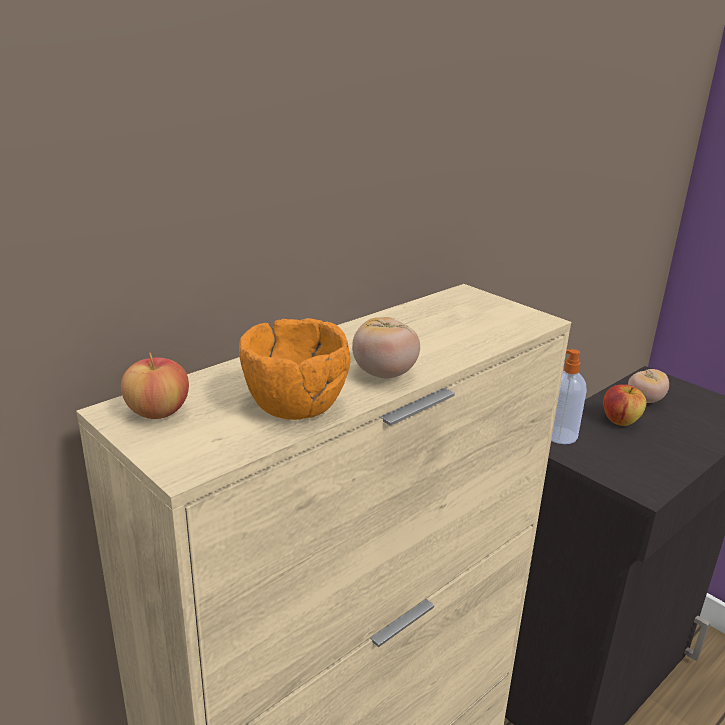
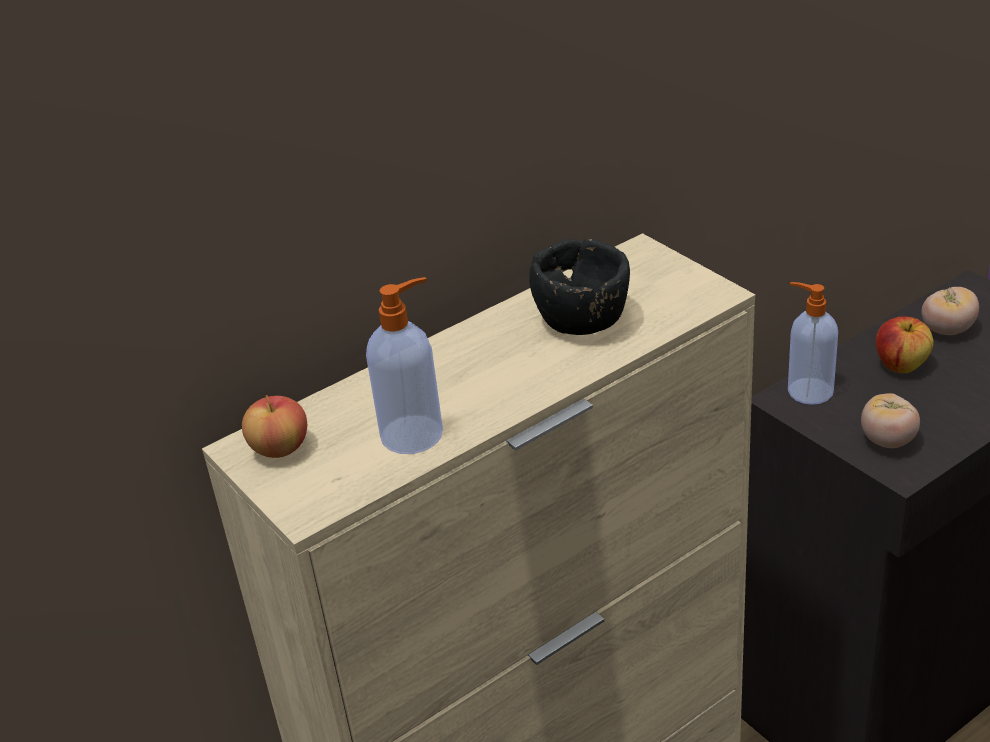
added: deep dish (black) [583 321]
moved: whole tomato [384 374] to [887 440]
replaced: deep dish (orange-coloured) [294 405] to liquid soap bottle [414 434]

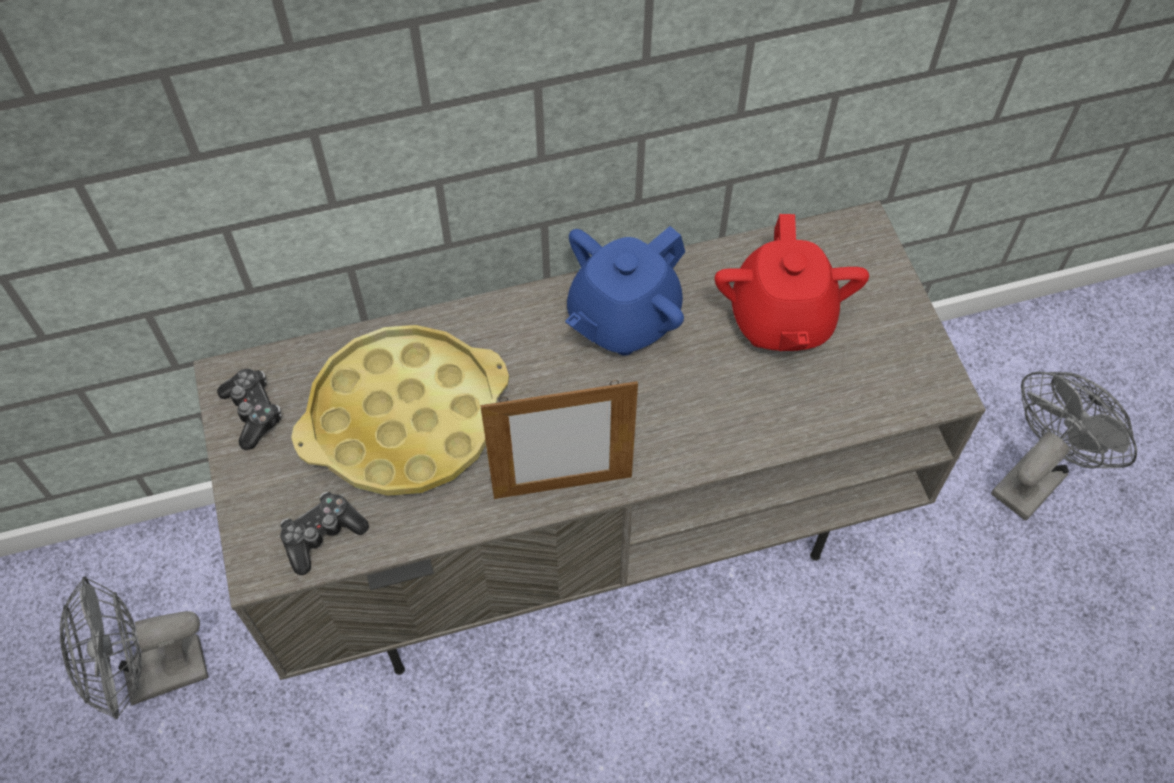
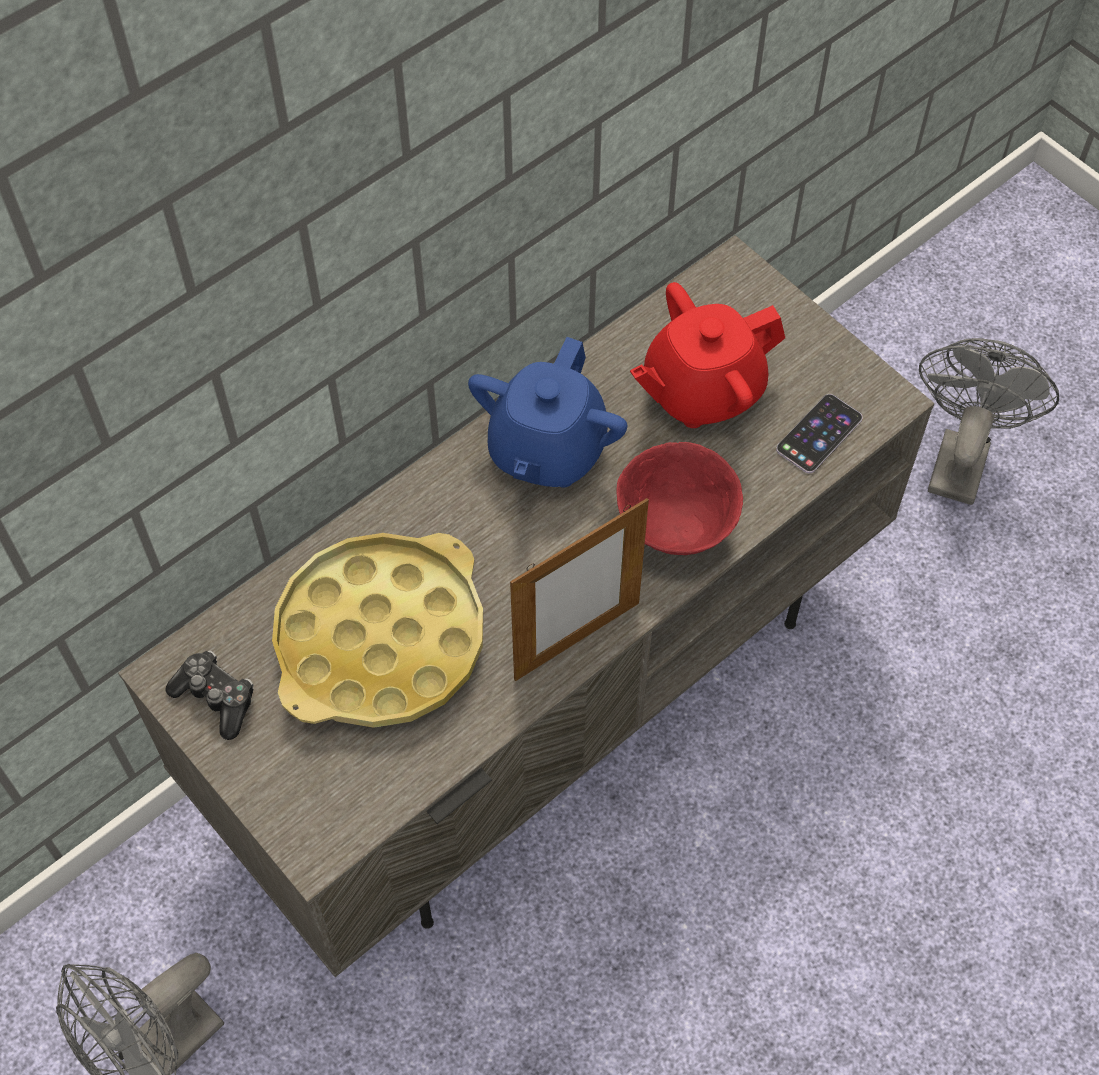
removed: gamepad [322 535]
added: handset [819 434]; deep dish (reddish) [675 529]
turned: tea pot (reddish) [781 319] = [702 390] 90 degrees clockwise

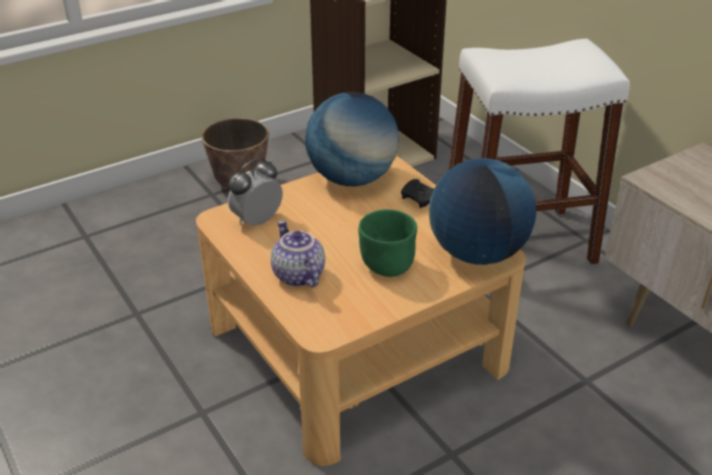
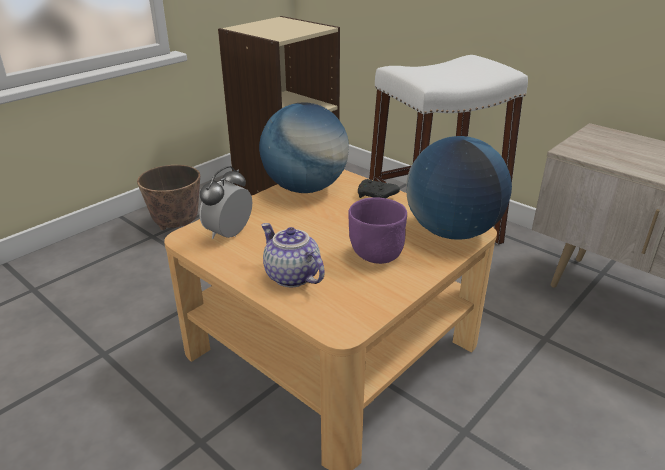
recoloured: deep dish (green-coloured) [386 267] to deep dish (purple-coloured) [375 256]

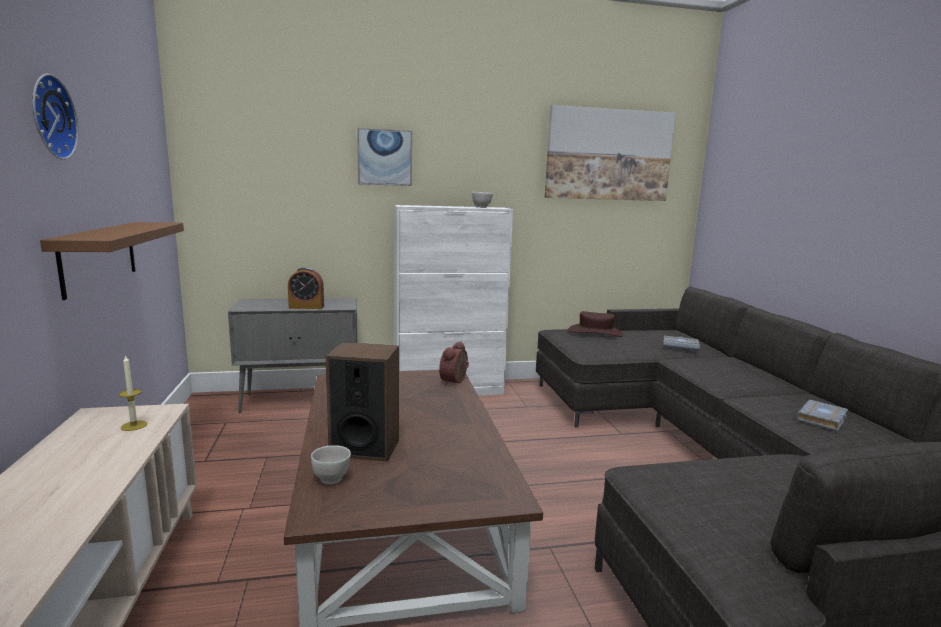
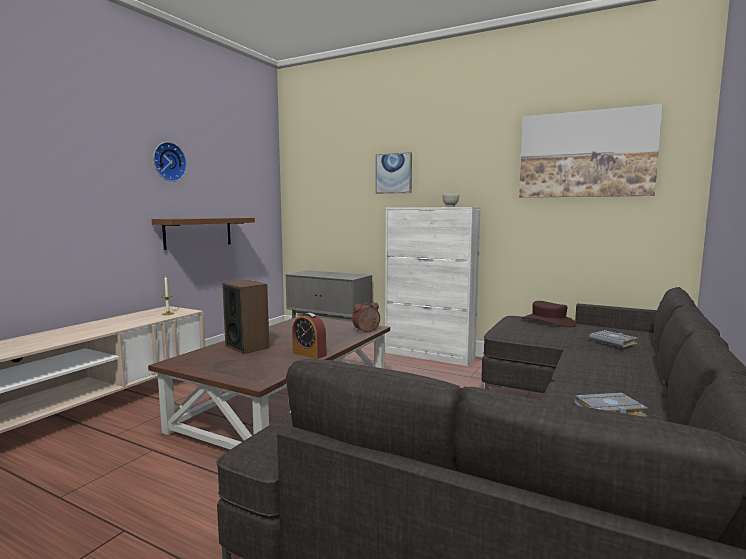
removed: deep dish (white) [331 479]
moved: table clock [306 307] to [309 354]

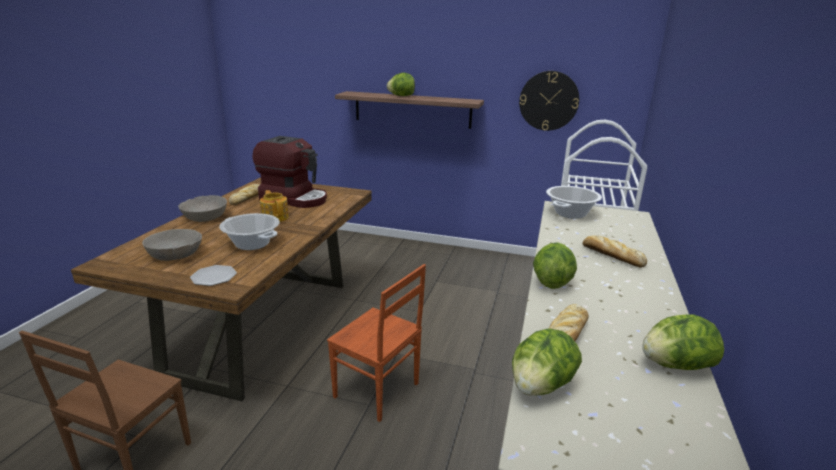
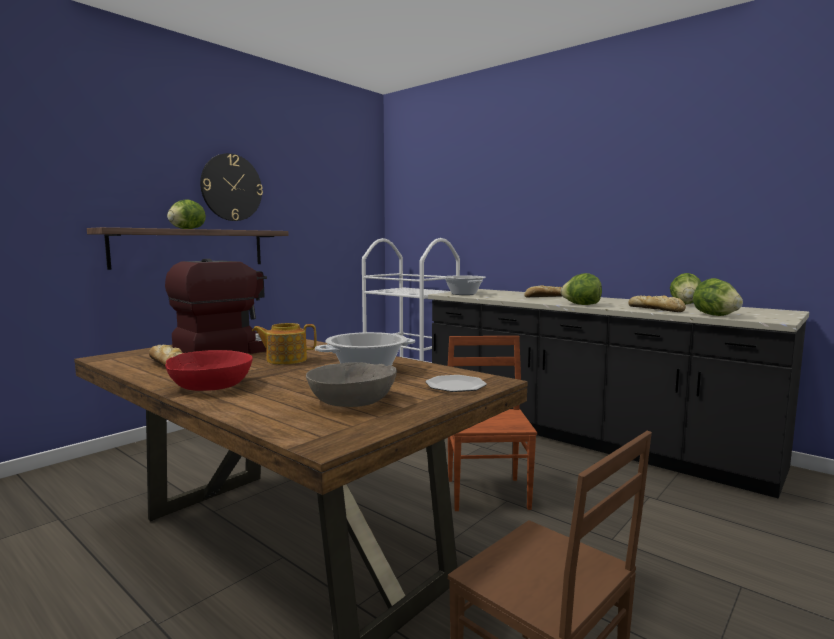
moved: wall clock [548 101] to [231 187]
recoloured: deep dish (gray) [205 217] to deep dish (reddish) [211 385]
turned: plain chair (brownish) [377 391] = [488 493] 60 degrees counterclockwise

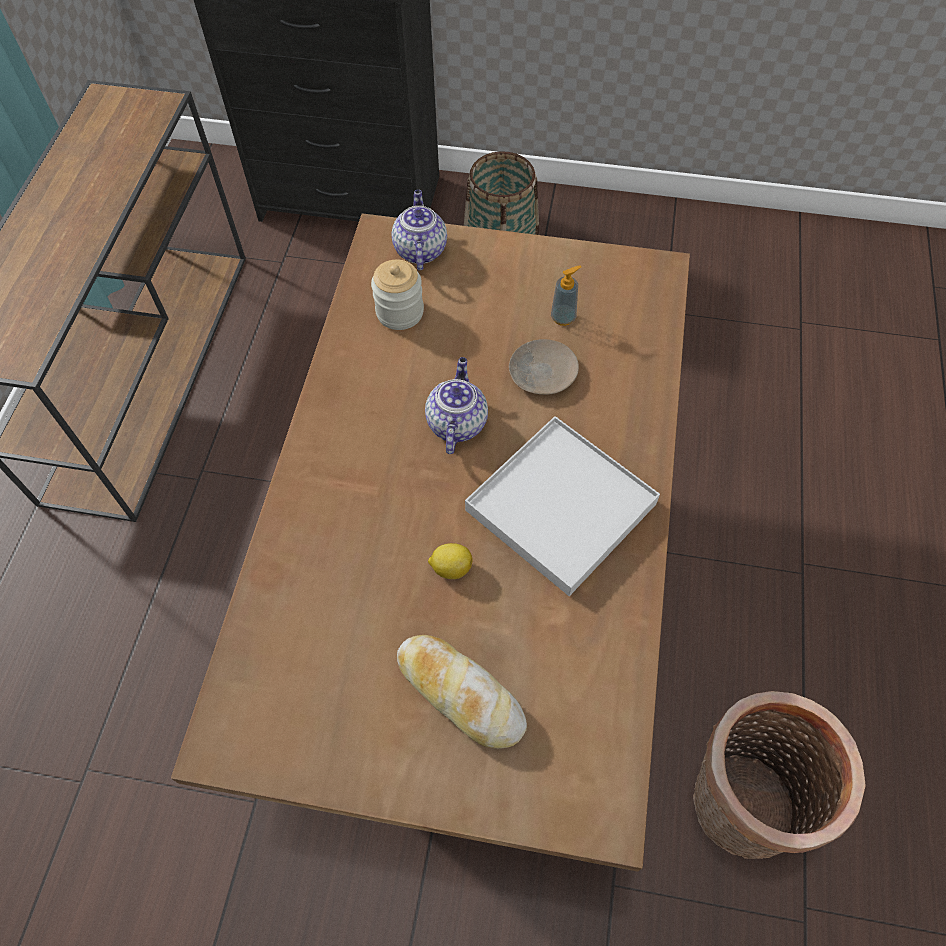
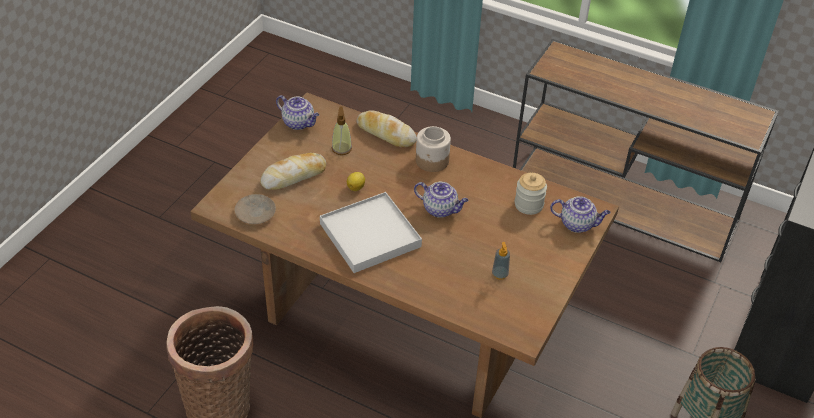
added: tea pot [299 123]; liquid soap bottle [341 148]; bread [386 133]; storage jar [432 161]
moved: plate (beige) [542 373] to [255 213]

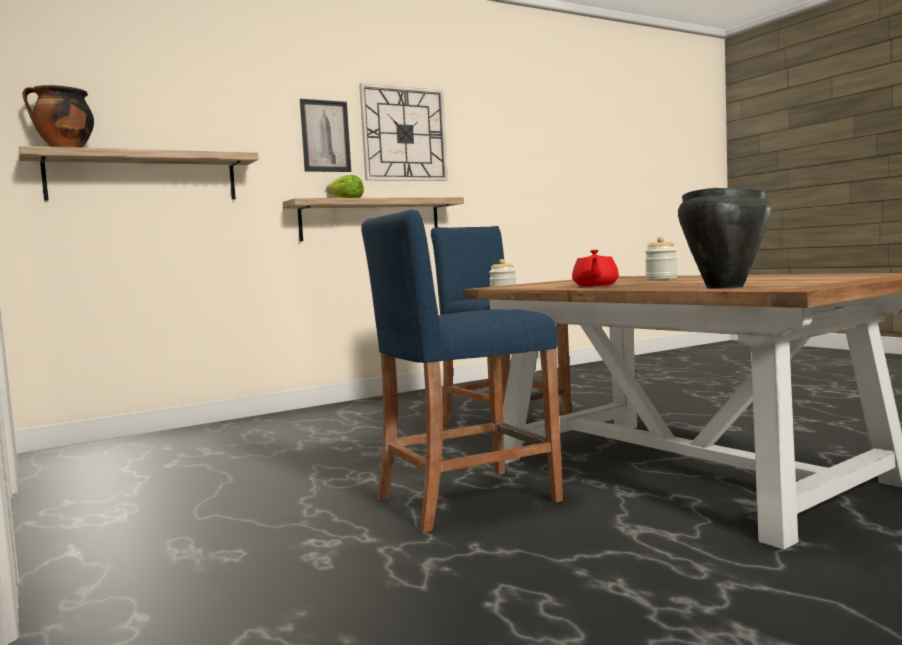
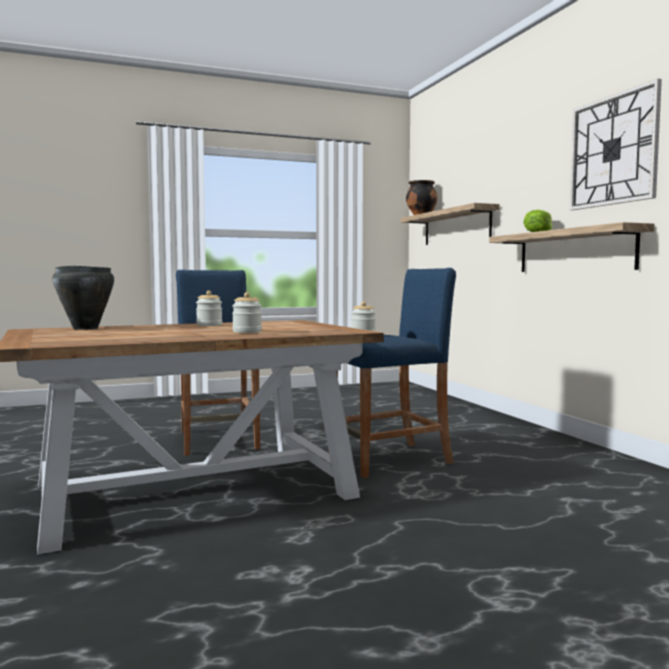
removed: picture [325 136]
replaced: tea pot (reddish) [595 286] to storage jar [209 325]

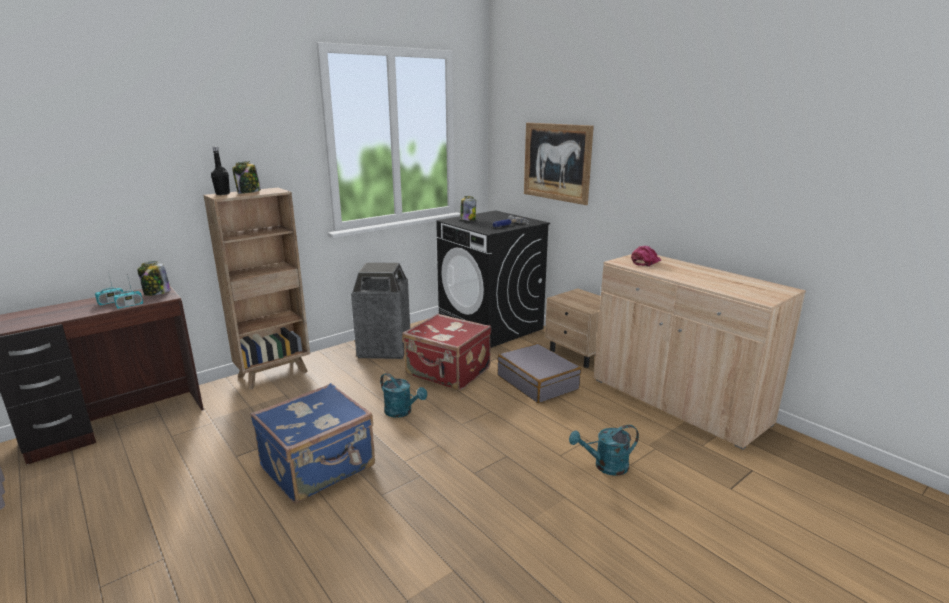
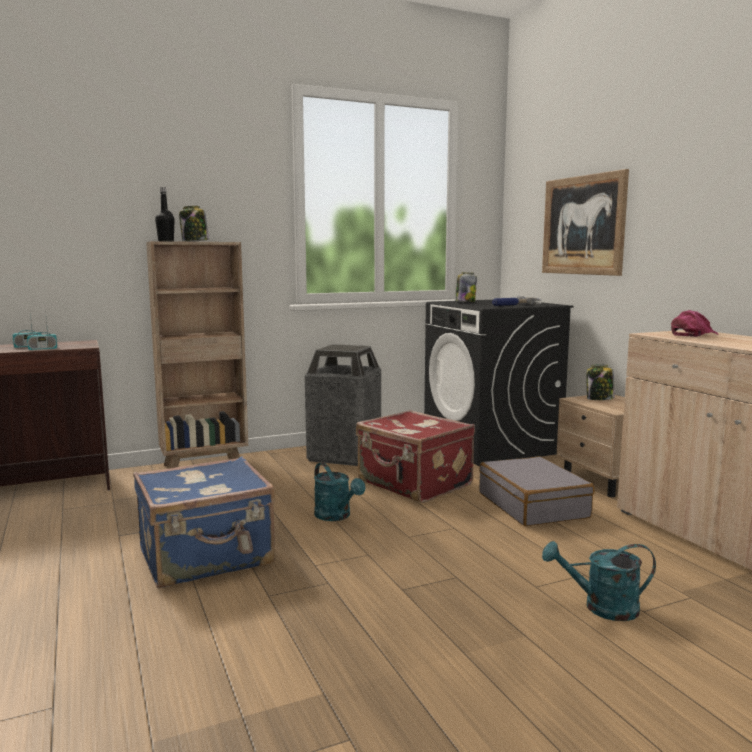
moved: storage jar [157 293] to [599 399]

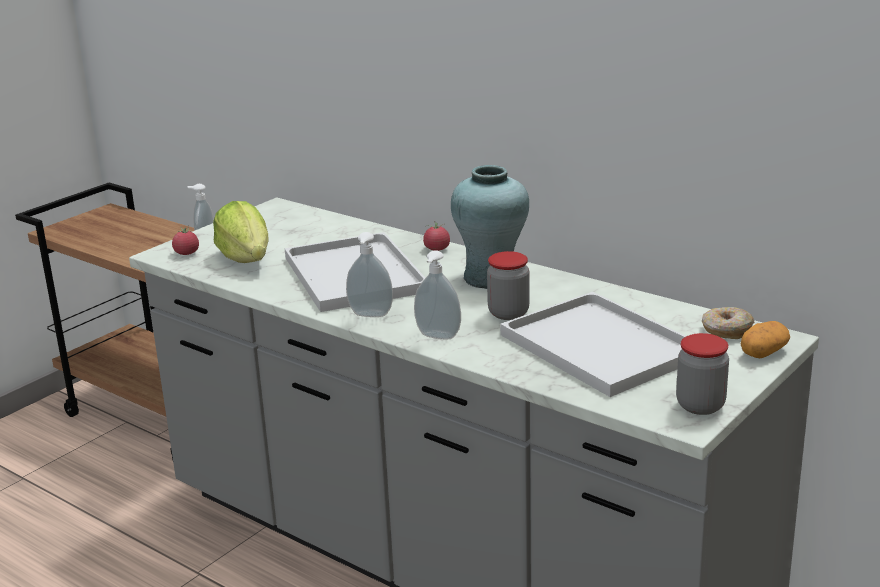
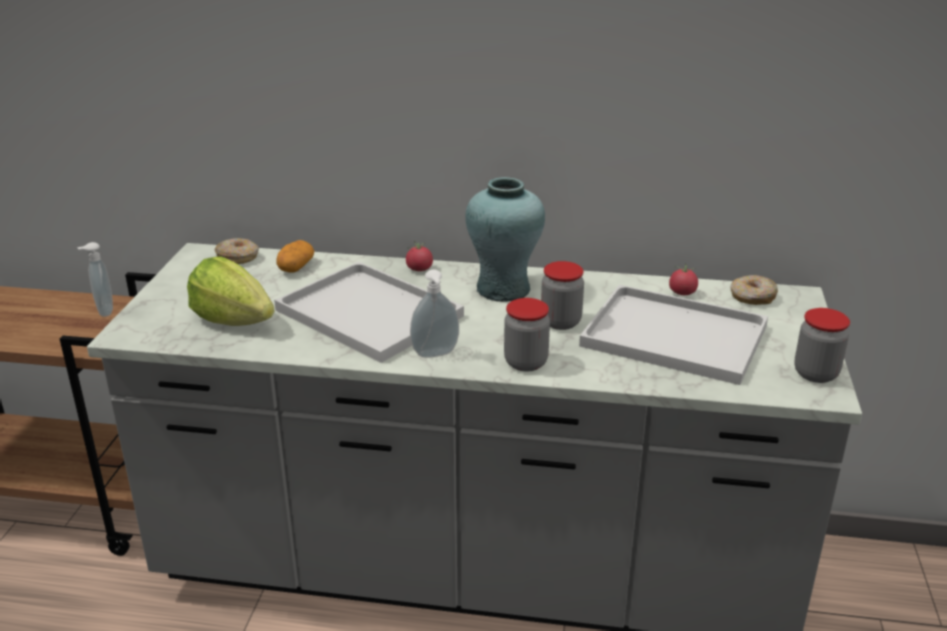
added: doughnut [238 257]
moved: whole tomato [186 253] to [682 293]; spud [763 353] to [295 267]
replaced: liquid soap bottle [437 337] to storage jar [525 362]

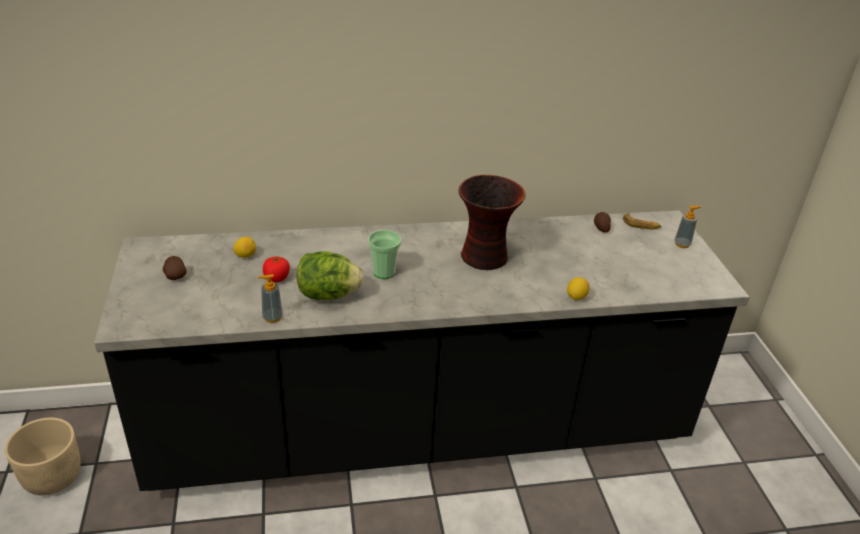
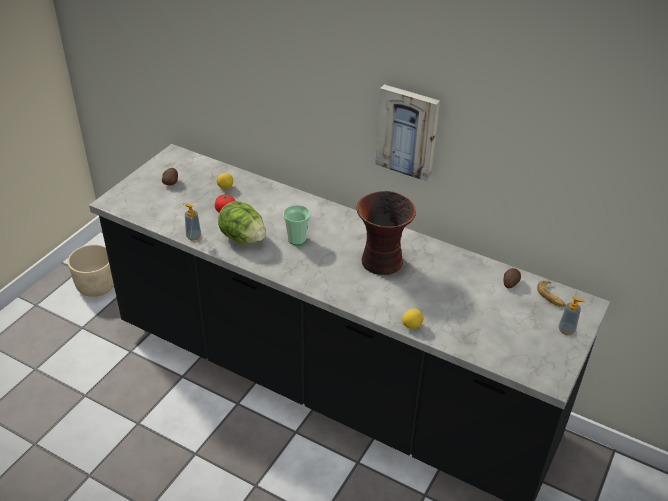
added: picture [408 131]

